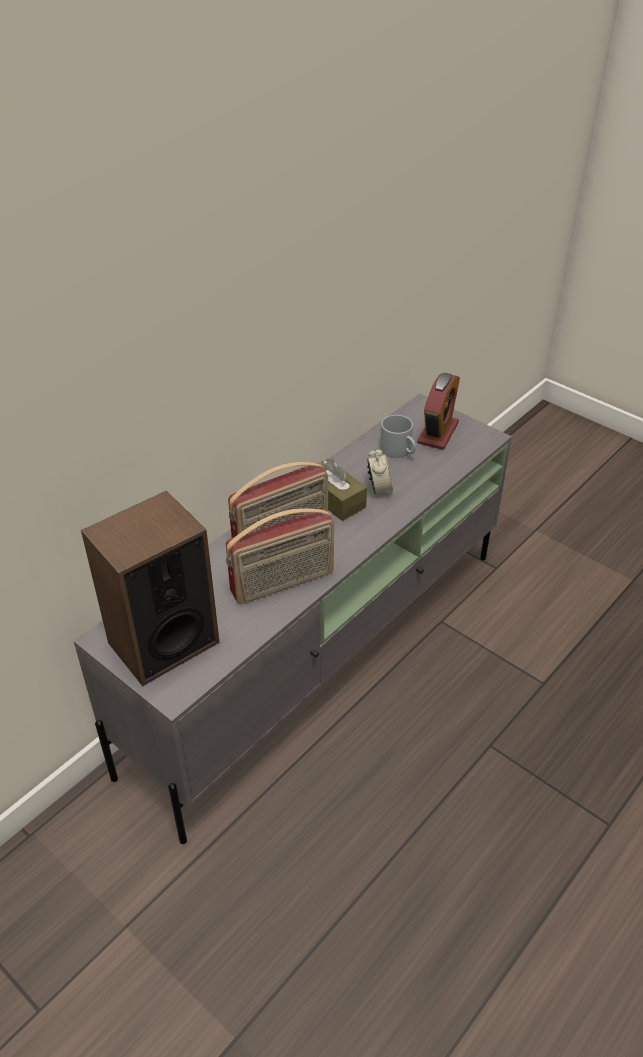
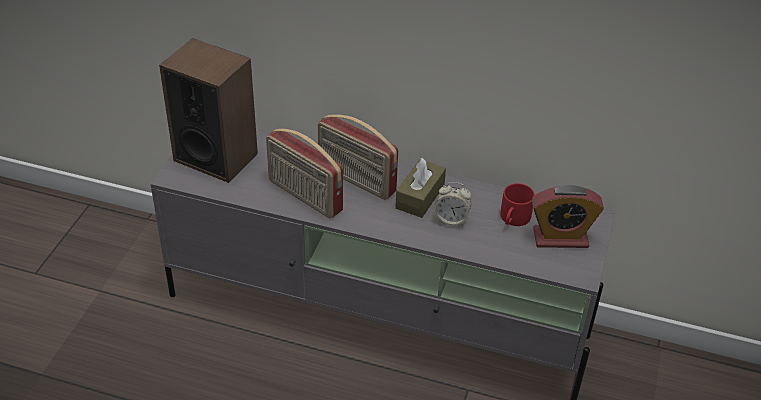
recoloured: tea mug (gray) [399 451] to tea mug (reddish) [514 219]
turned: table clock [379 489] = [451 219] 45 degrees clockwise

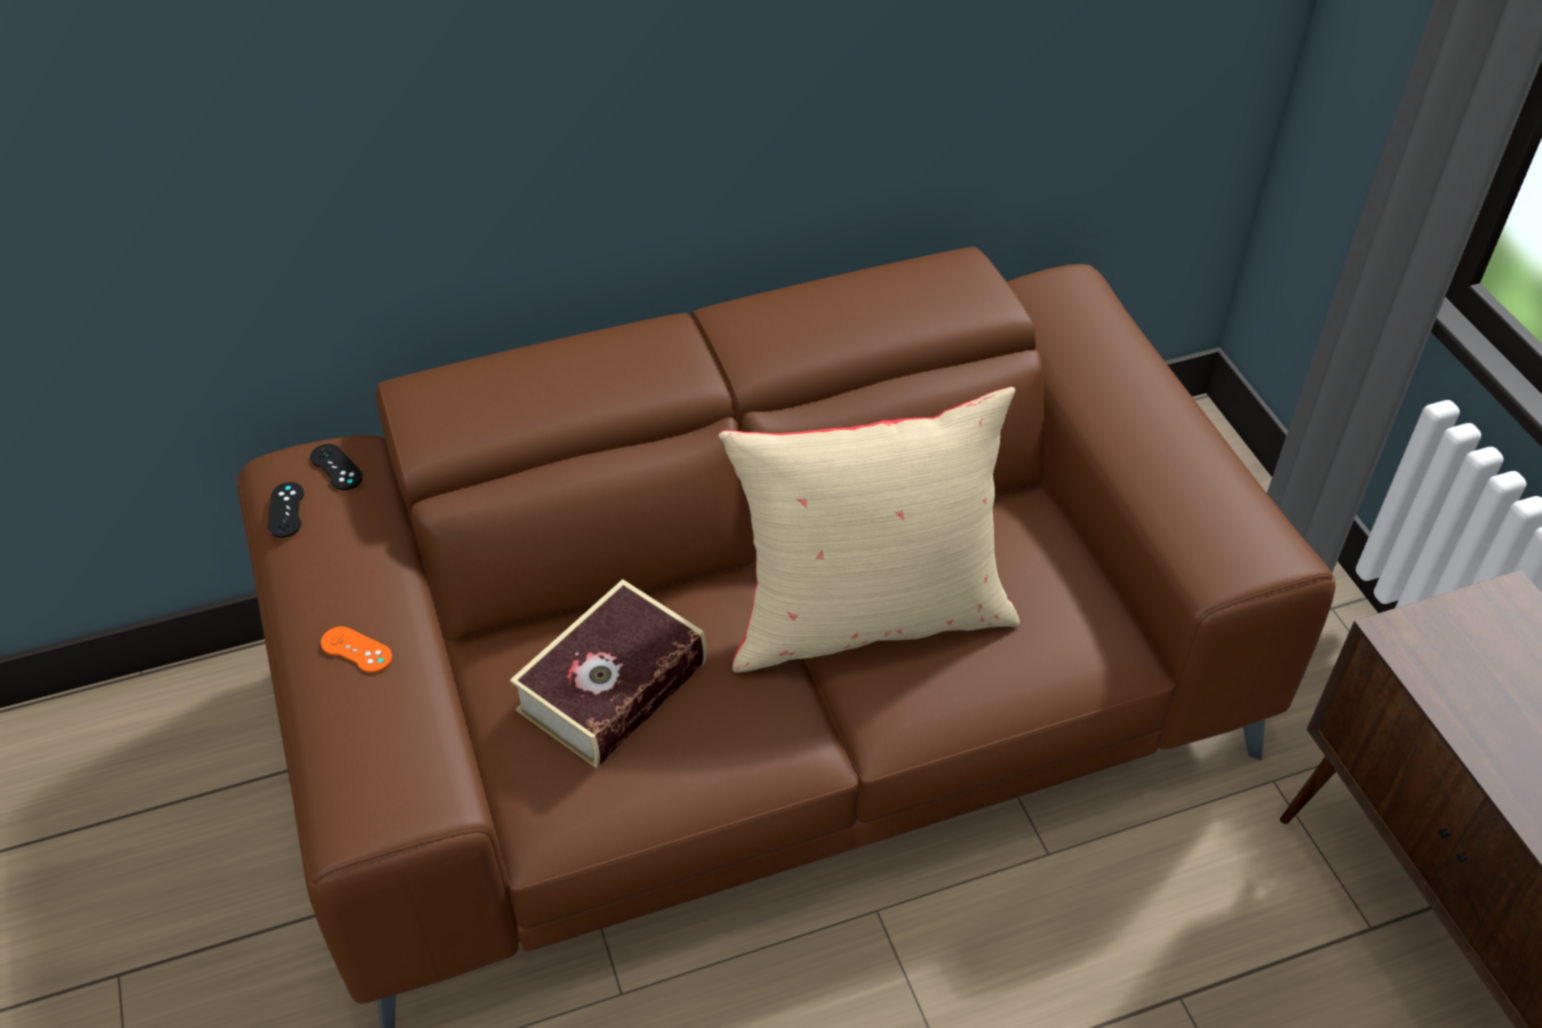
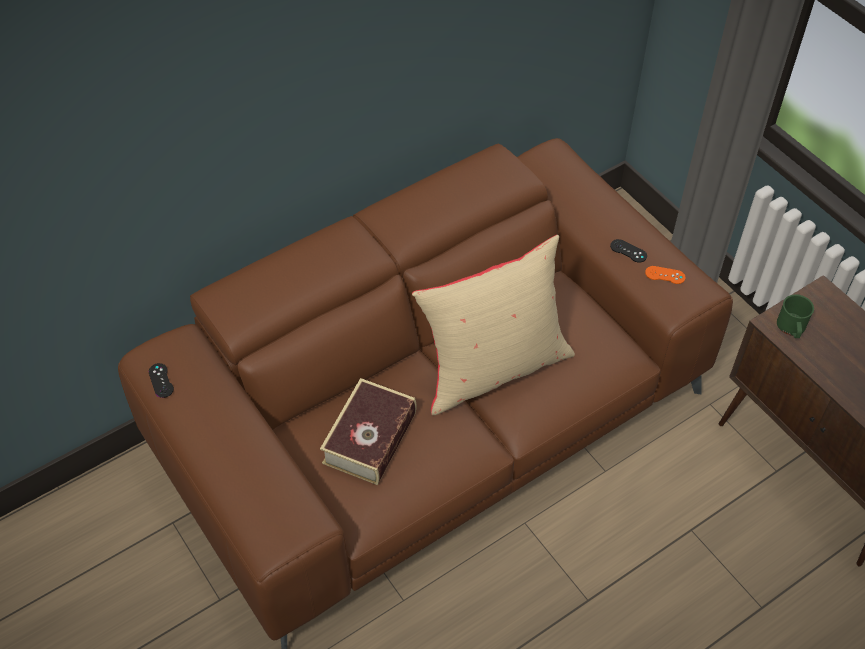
added: tea mug (green-coloured) [791 328]
moved: gamepad (black) [336 467] to [628 251]; gamepad (orange-coloured) [356 650] to [665 275]

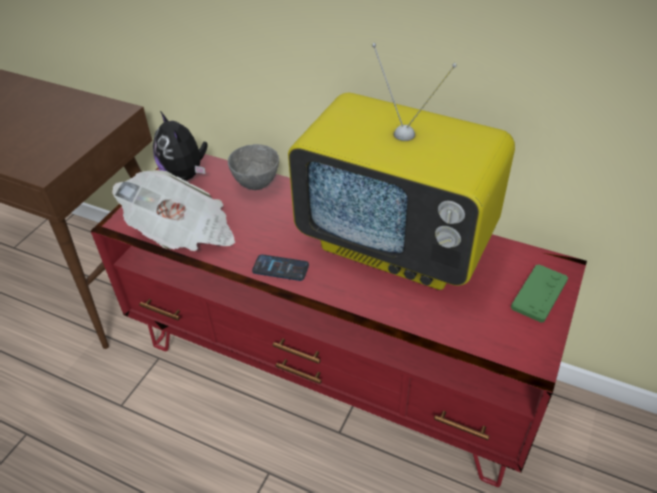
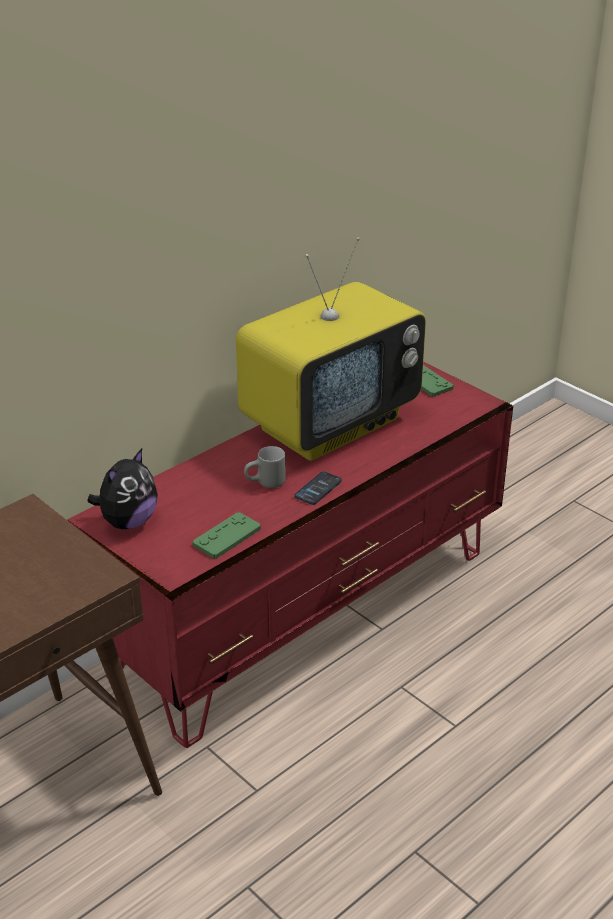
removed: deep dish (gray) [255 184]
added: tea mug (gray) [266 484]
replaced: printed paper [183 233] to gamepad (green-coloured) [227 536]
turned: soft toy [185 175] = [128 522] 45 degrees counterclockwise

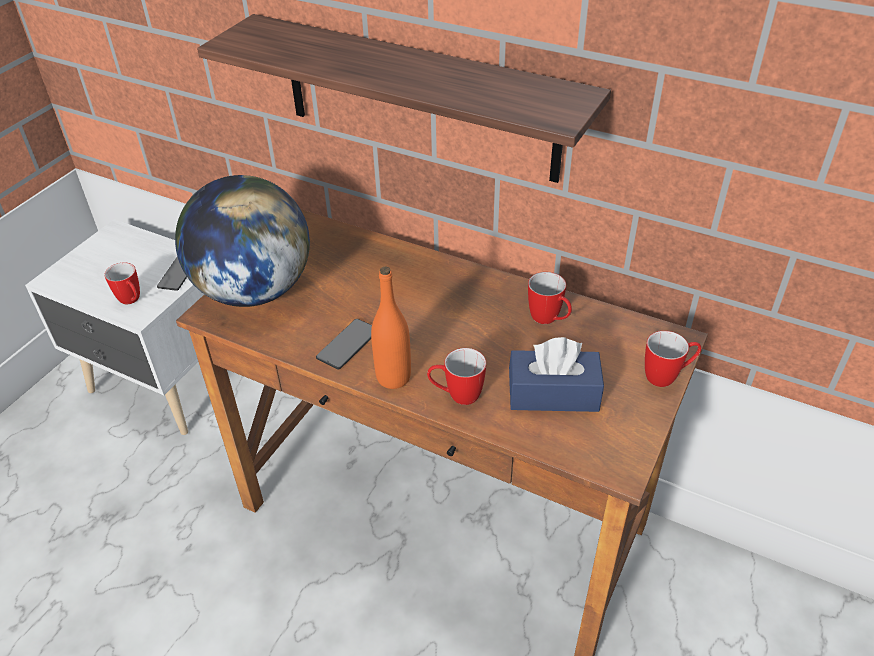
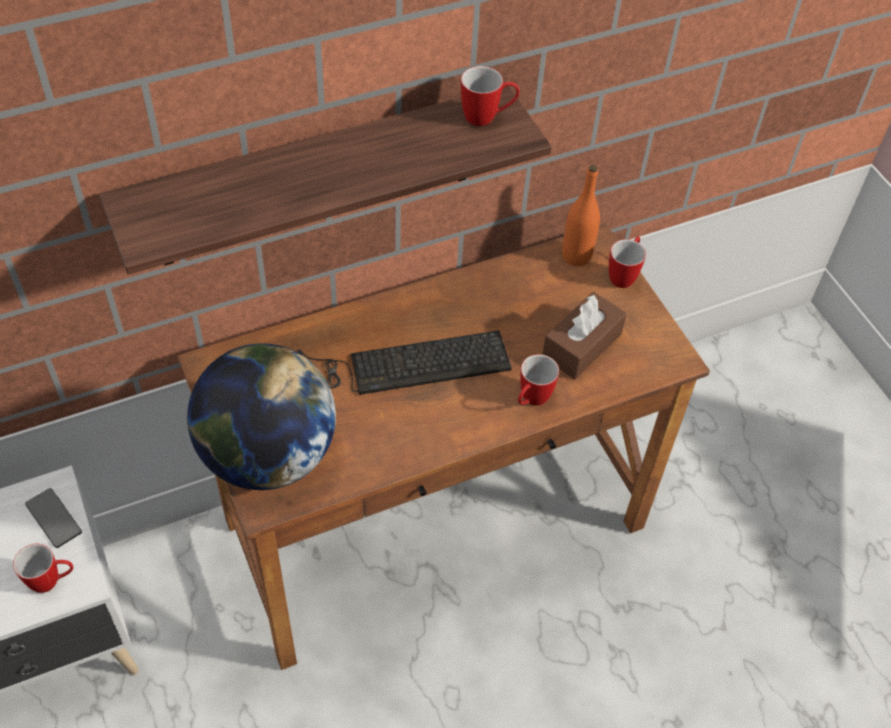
removed: handset [348 345]
added: computer keyboard [410 363]
moved: beverage bottle (orange-coloured) [393 377] to [576 256]; tea mug [549 320] to [487 117]
recoloured: tissue holder (blue) [553 394] to tissue holder (brownish) [581 345]

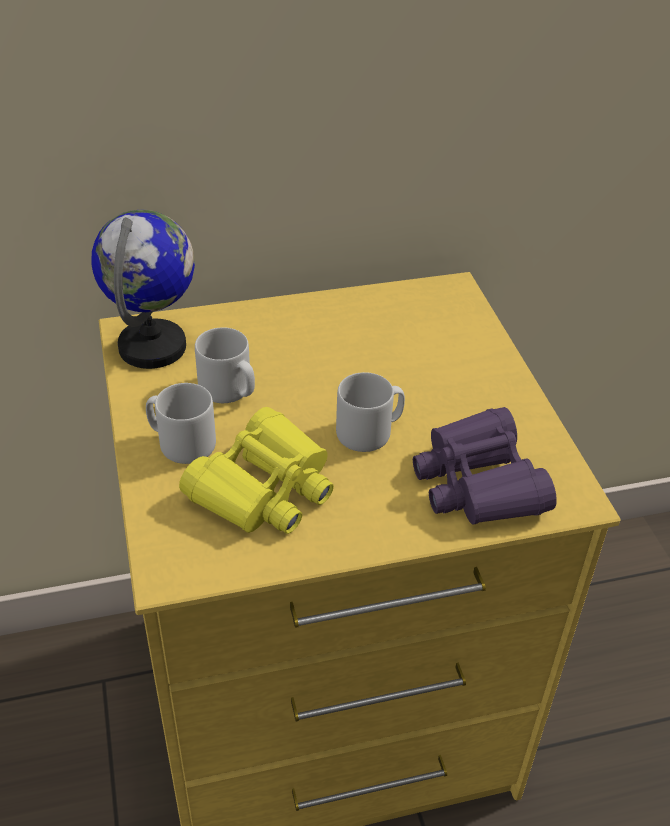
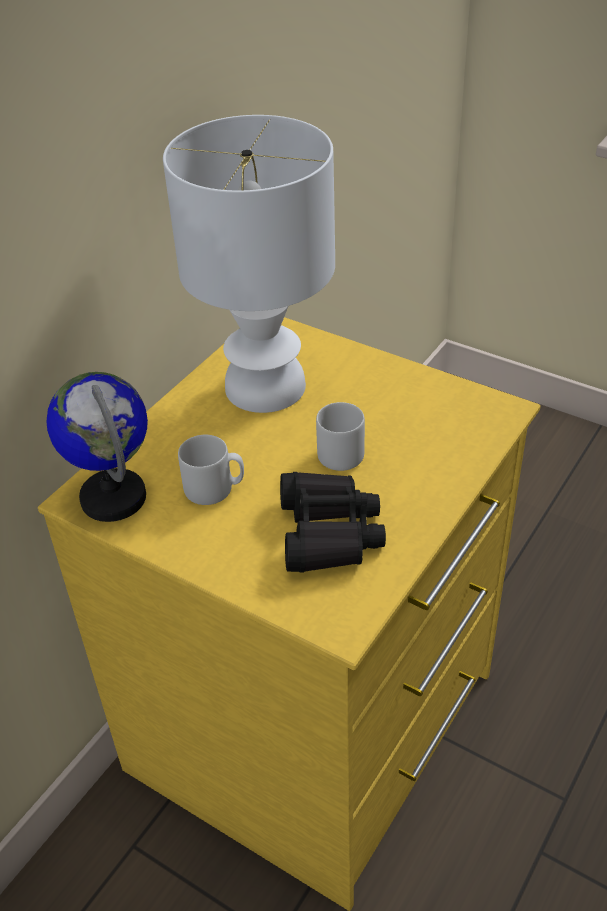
removed: tea mug (gray) [181 443]; field glasses (purple-coloured) [478 482]
added: table lamp (white) [267 386]
recoloured: field glasses (yellowish) [264 489] to field glasses (black) [329 532]

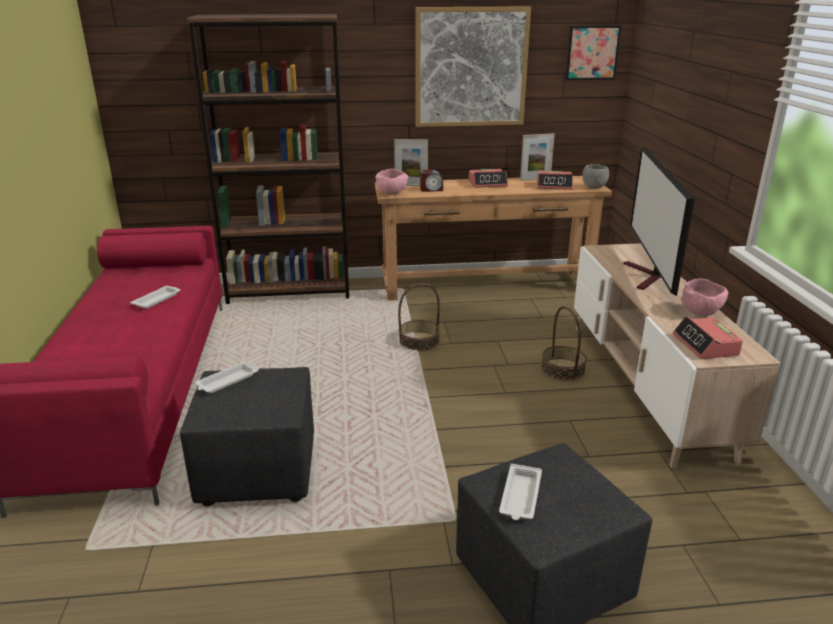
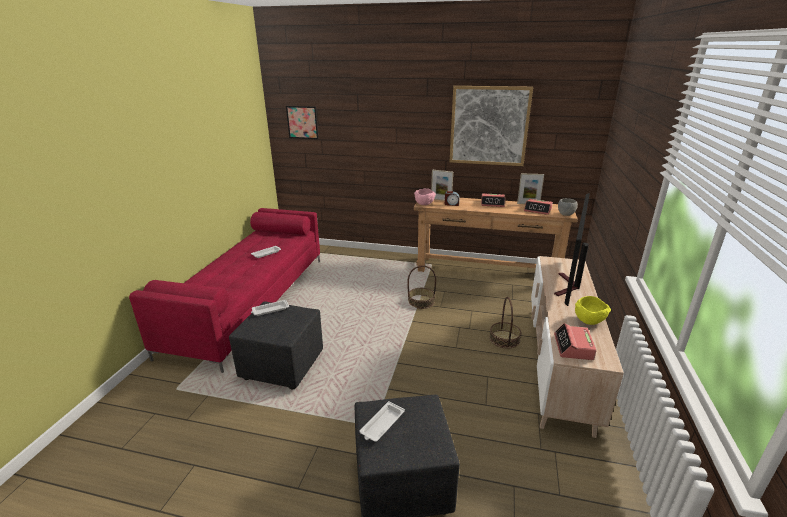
removed: bookshelf (brownish) [290 291]
moved: picture [592 53] to [302 122]
recoloured: deep dish (pink-coloured) [700 312] to deep dish (yellowish) [589 321]

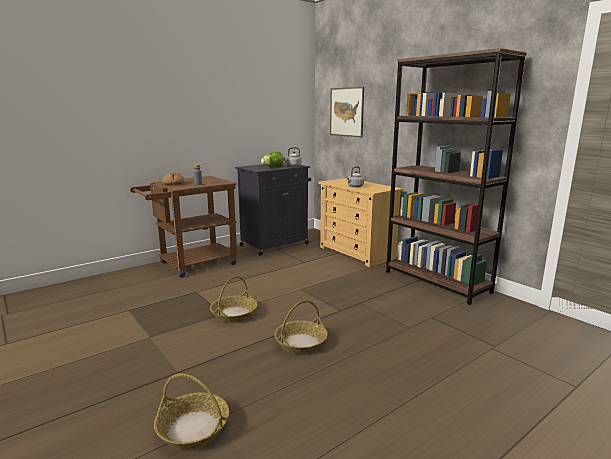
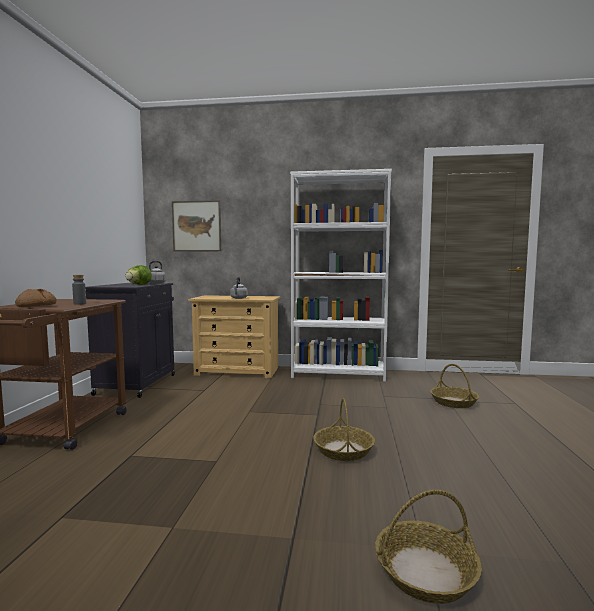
moved: storage basket [234 314] to [454 402]
recoloured: bookshelf (brownish) [436 282] to bookshelf (white) [338 374]

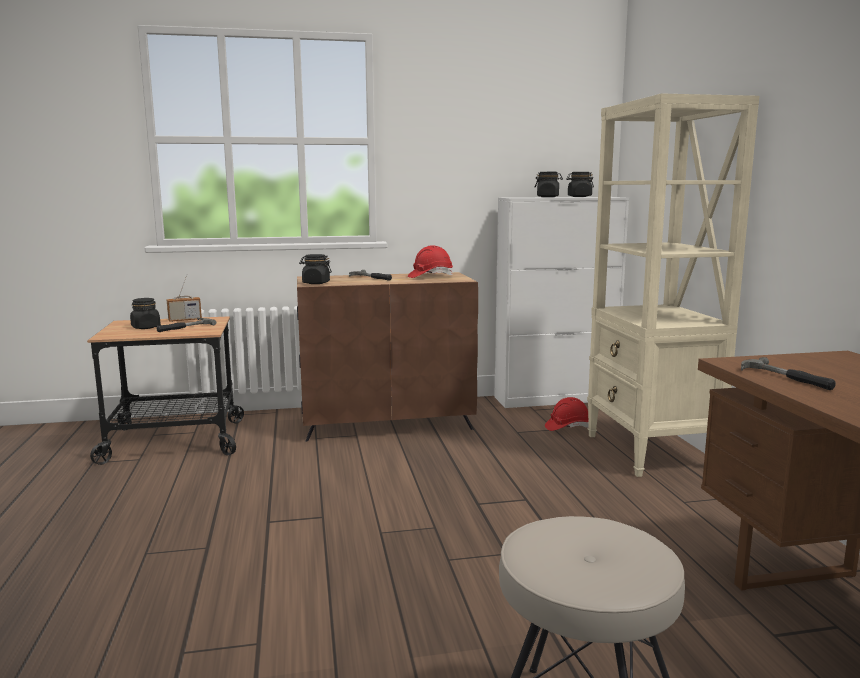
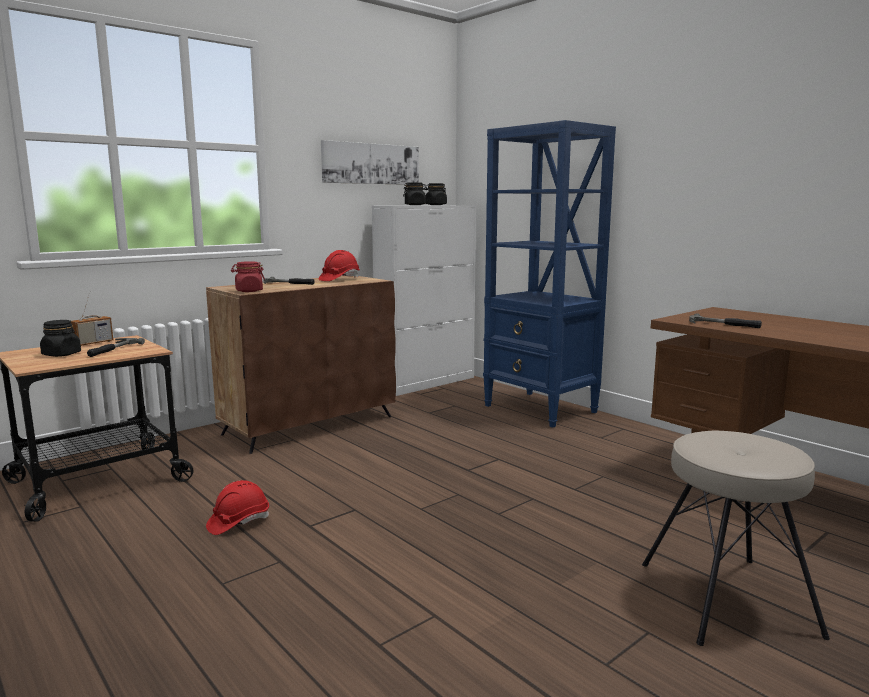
added: picture [371 164]
moved: work helmet (reddish) [567 427] to [238 522]
recoloured: bookshelf (beige) [650 452] to bookshelf (blue) [540 409]; storage jar (black) [316 283] to storage jar (reddish) [249 291]

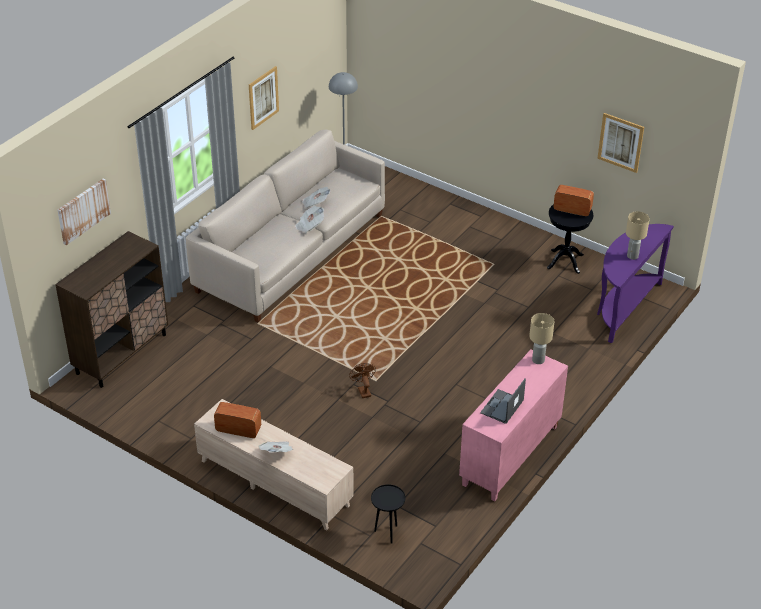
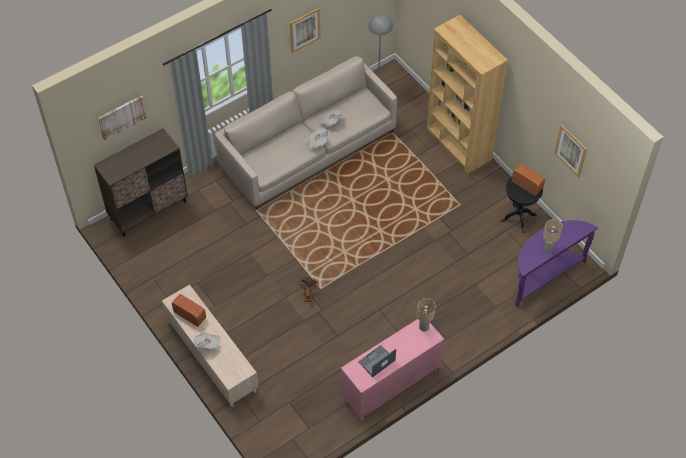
removed: end table (black) [387 533]
added: bookshelf (brownish) [458 144]

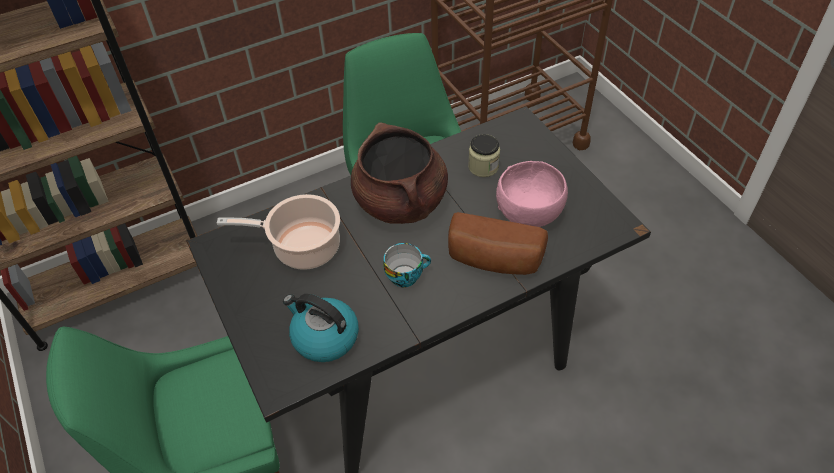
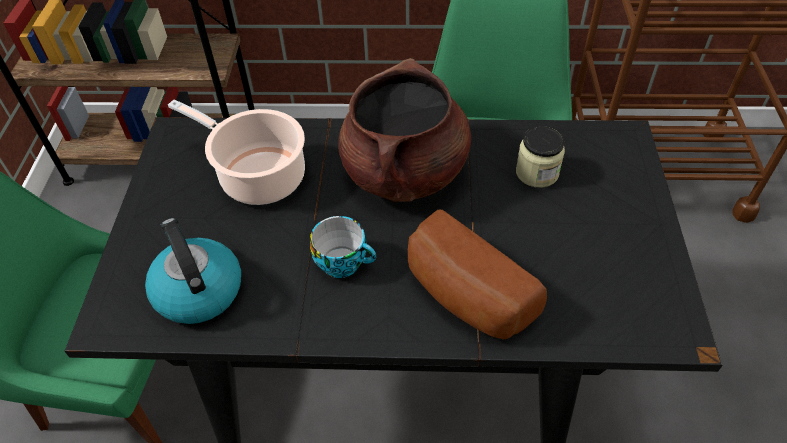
removed: deep dish (pink-coloured) [530 212]

